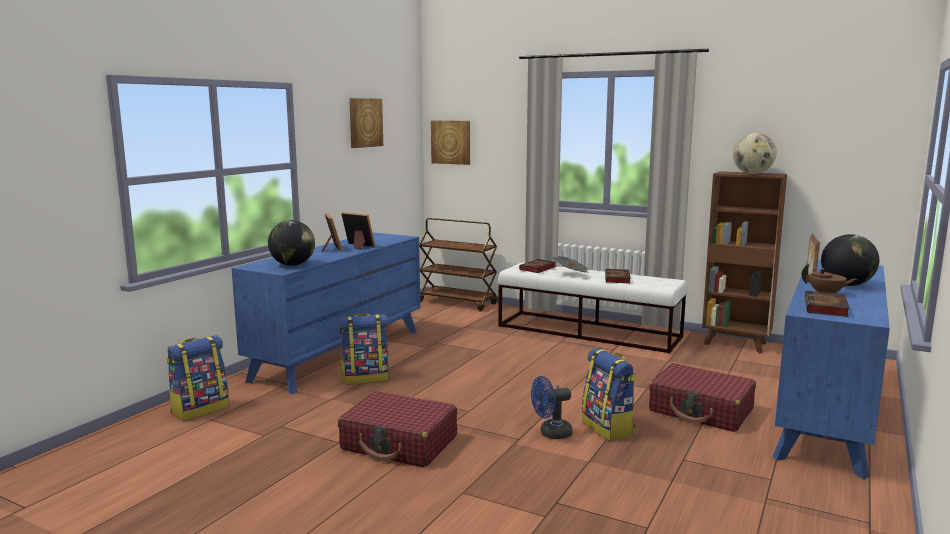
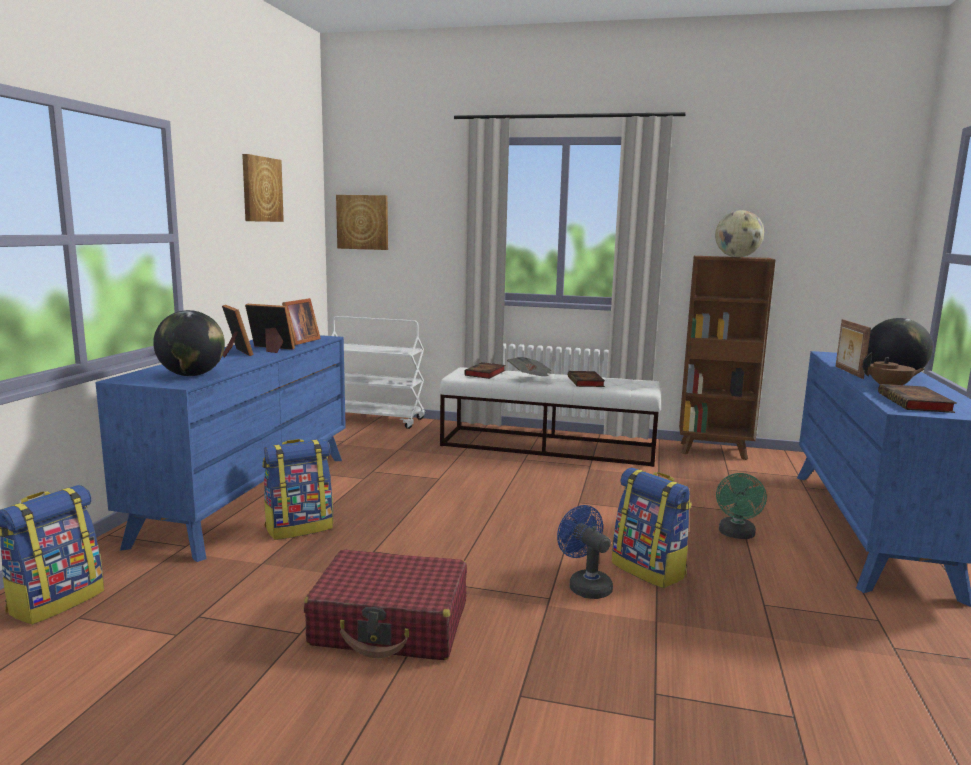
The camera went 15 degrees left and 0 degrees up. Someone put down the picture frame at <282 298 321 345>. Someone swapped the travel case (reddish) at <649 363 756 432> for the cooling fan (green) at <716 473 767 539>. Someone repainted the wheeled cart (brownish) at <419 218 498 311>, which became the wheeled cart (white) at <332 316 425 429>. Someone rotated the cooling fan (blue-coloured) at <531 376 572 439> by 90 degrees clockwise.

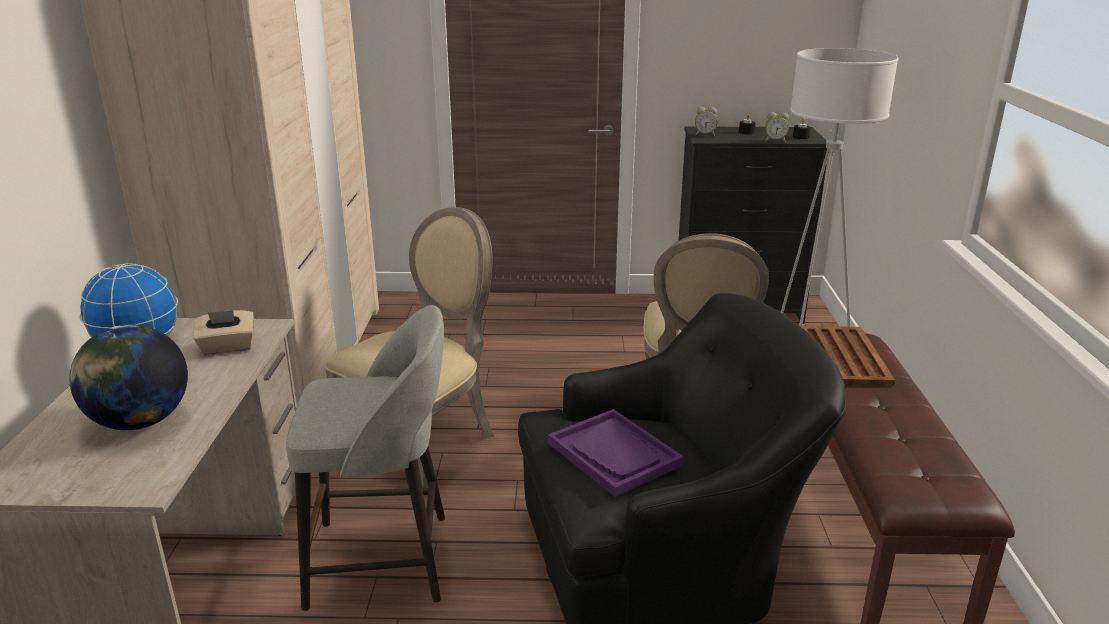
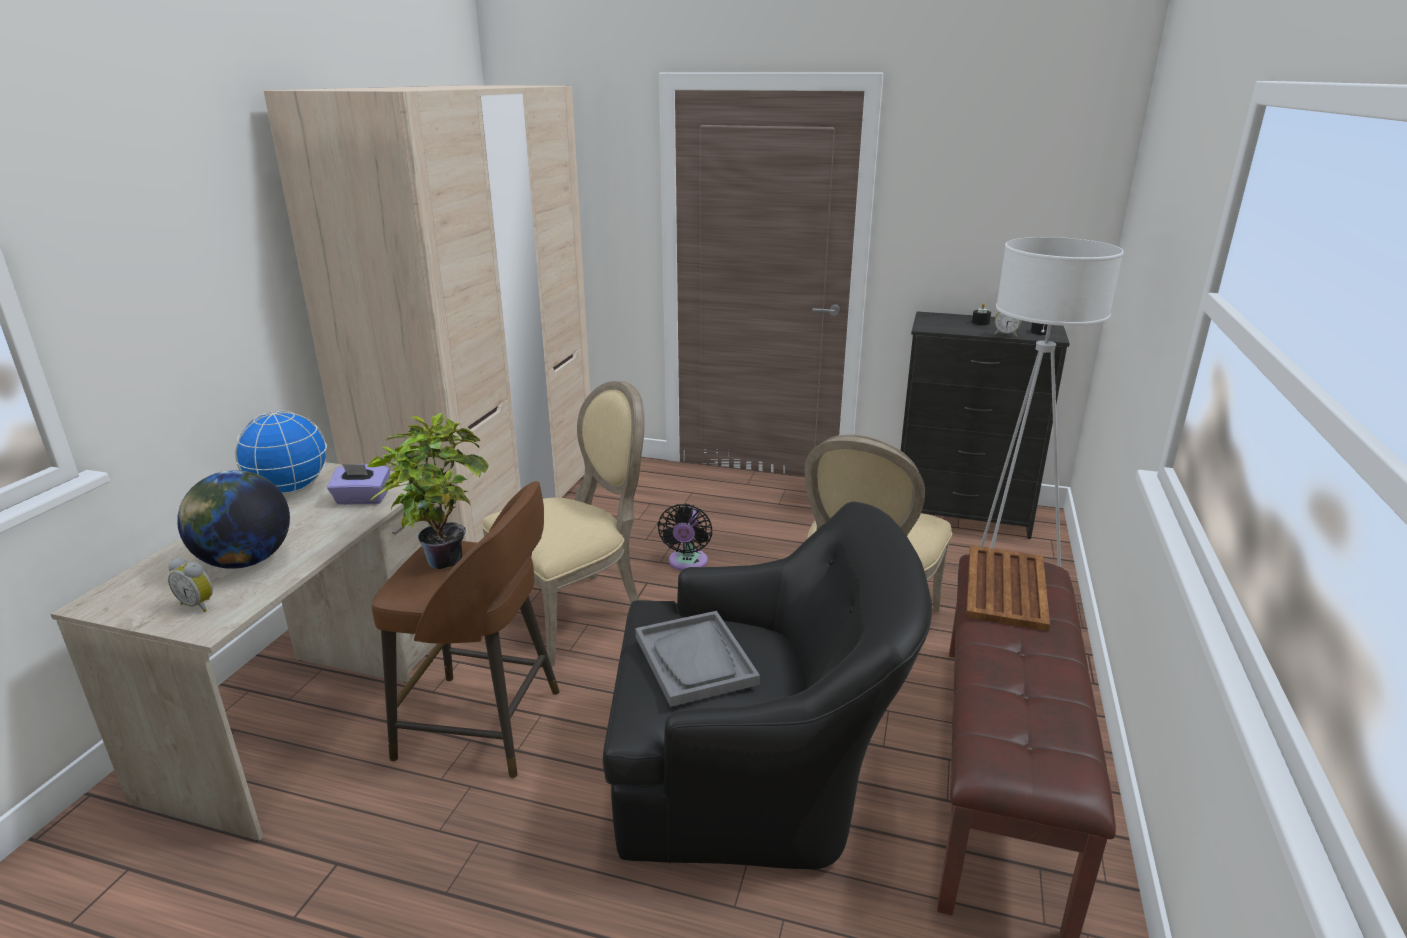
The camera went 15 degrees right and 0 degrees up. Someone put down the houseplant at <367 413 489 569>. Someone put down the cooling fan (black) at <657 504 712 571>. Someone carried the alarm clock from <695 107 717 136> to <168 558 213 612>. Someone repainted the box of tissues (beige) at <194 310 254 356>, which became the box of tissues (purplish) at <327 464 390 505>. Someone repainted the stool (greyish) at <286 305 445 611>, which became the stool (brownish) at <372 481 560 778>. Someone repainted the serving tray (purplish) at <548 409 683 497>, which became the serving tray (greyish) at <635 611 760 707>.

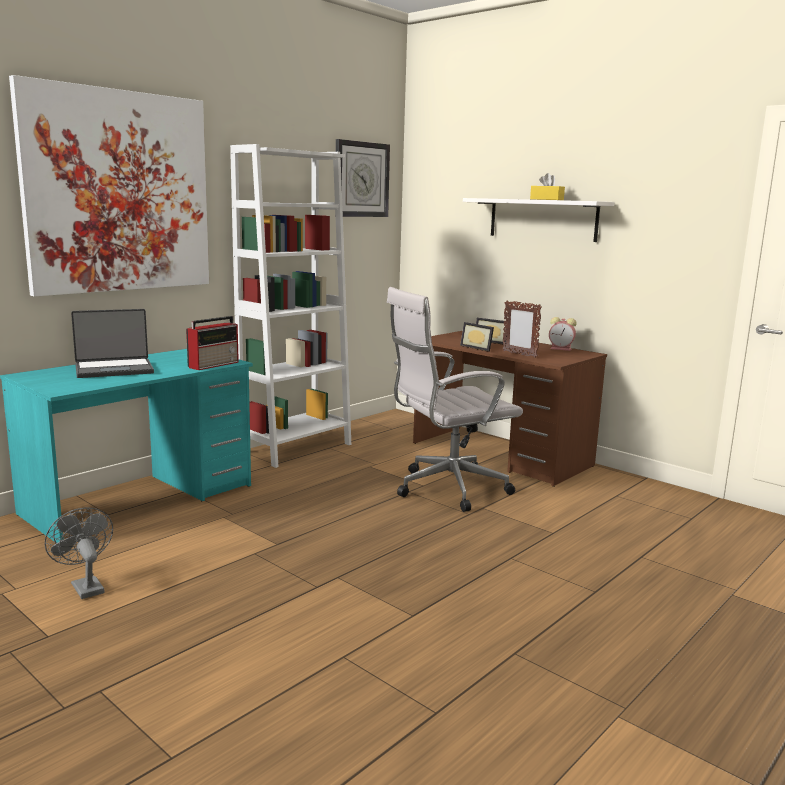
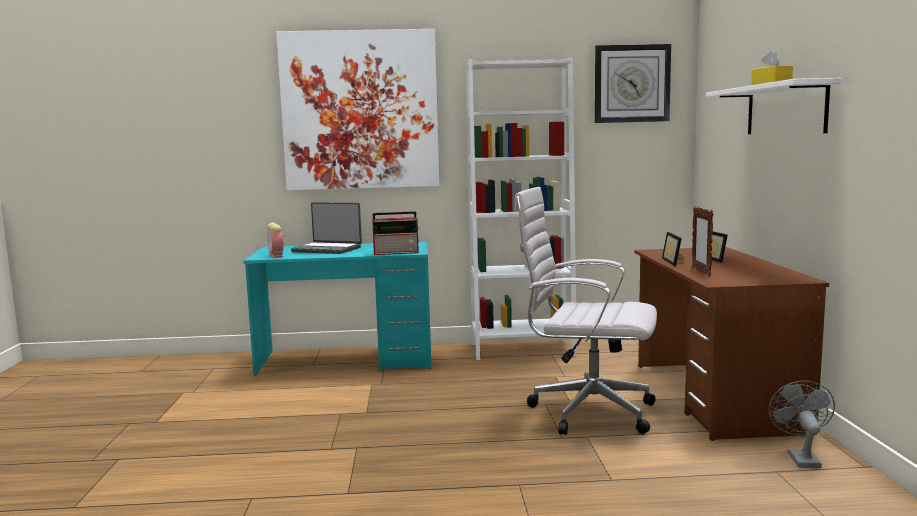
The camera went 45 degrees right and 5 degrees down. Someone carried the cooling fan (greyish) from <45 507 113 599> to <769 380 835 468>. Someone carried the alarm clock from <549 317 577 351> to <267 223 285 258>.

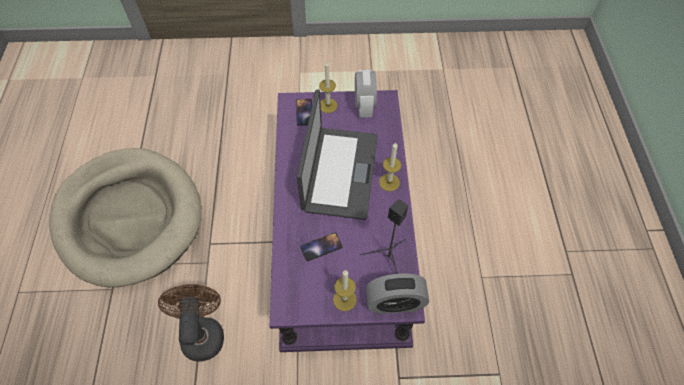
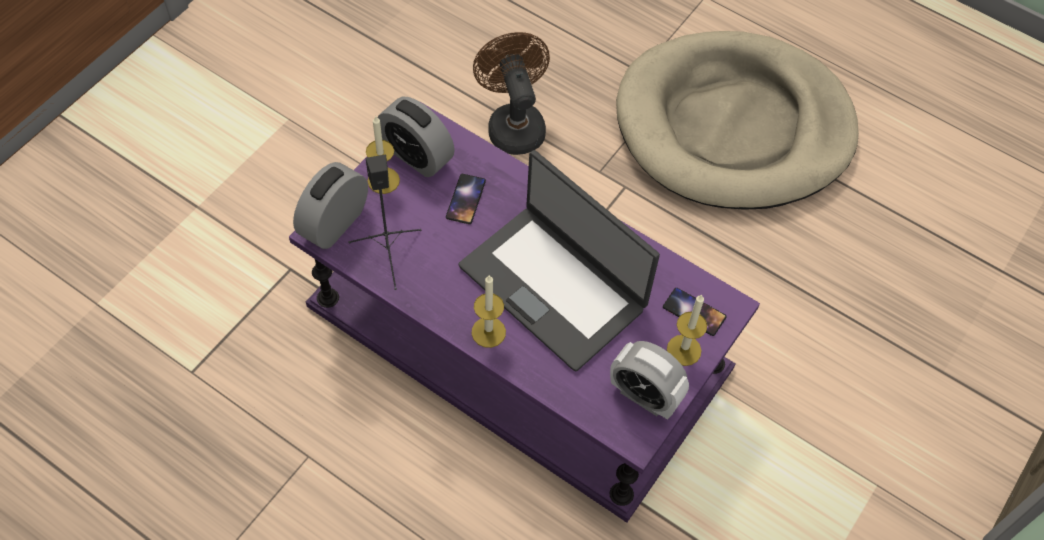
The camera went 125 degrees right and 0 degrees up. Someone put down the alarm clock at <377 97 455 177>. Someone rotated the cooling fan (brownish) at <158 284 224 362> by 135 degrees counterclockwise.

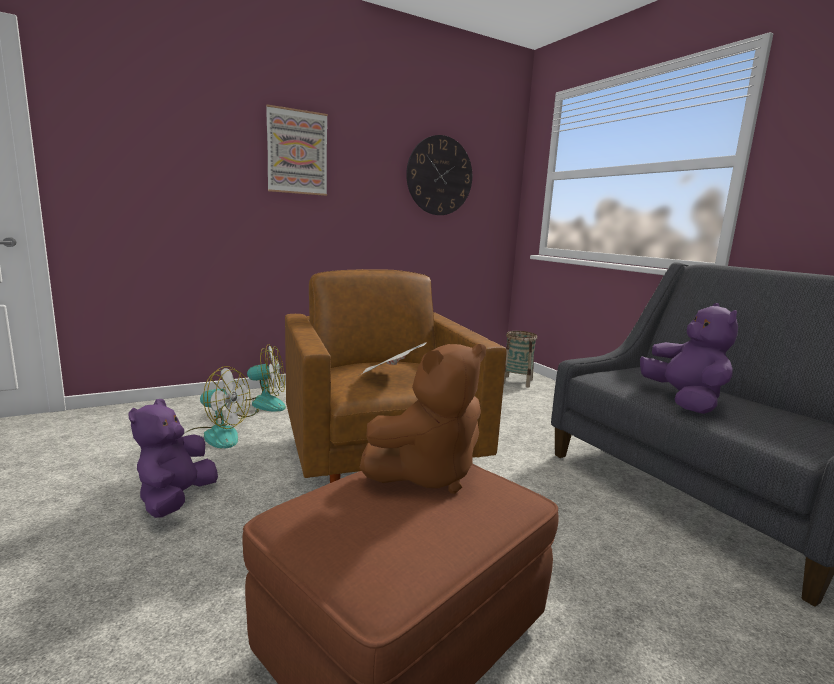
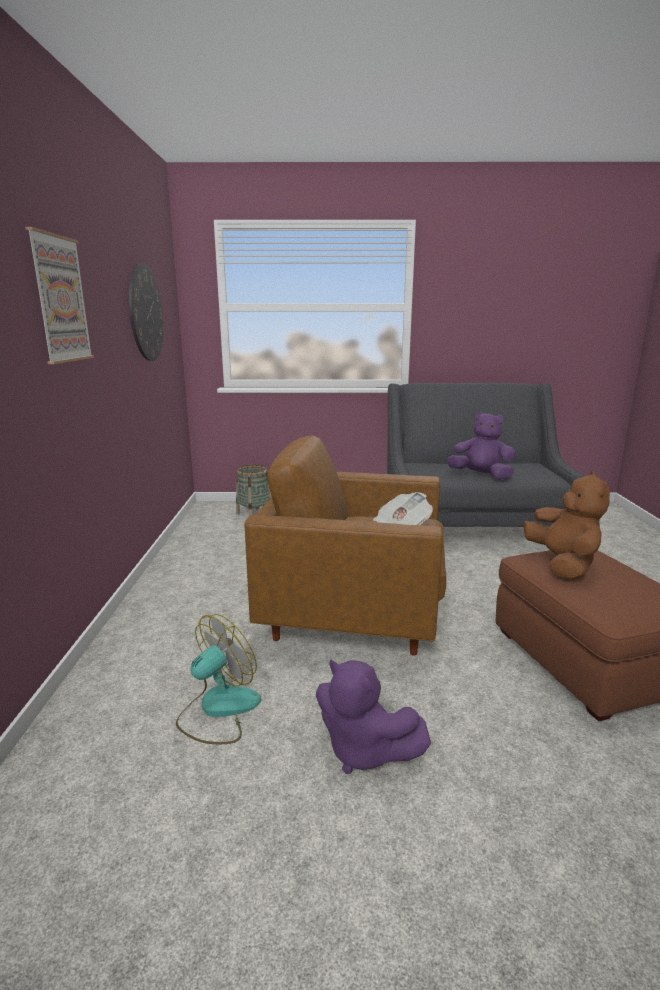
The camera went 60 degrees left and 5 degrees up. Someone took away the cooling fan at <235 344 286 417>.

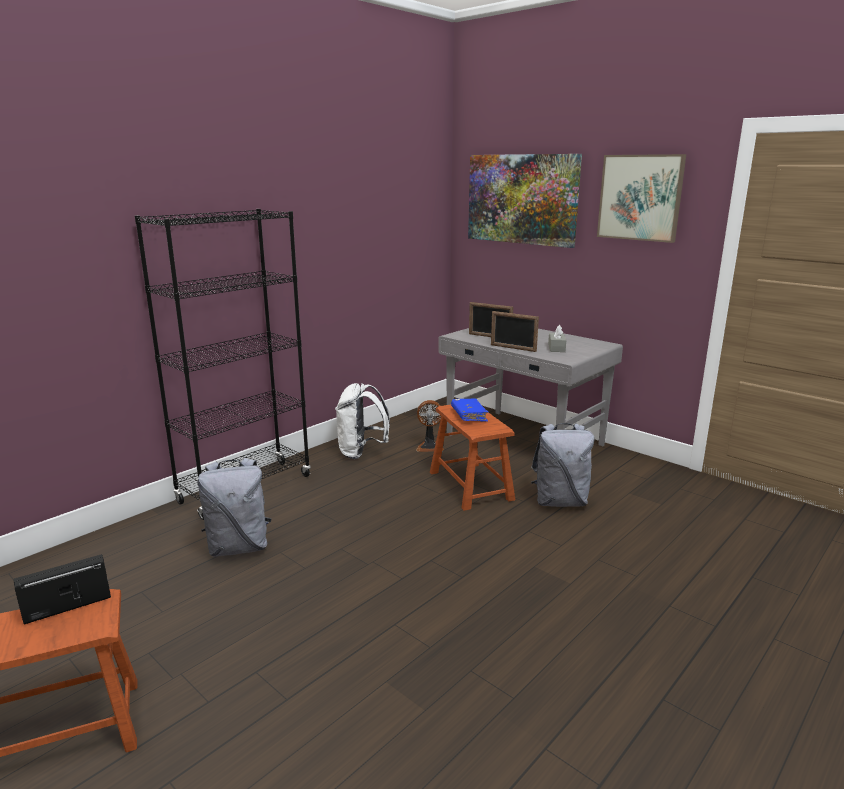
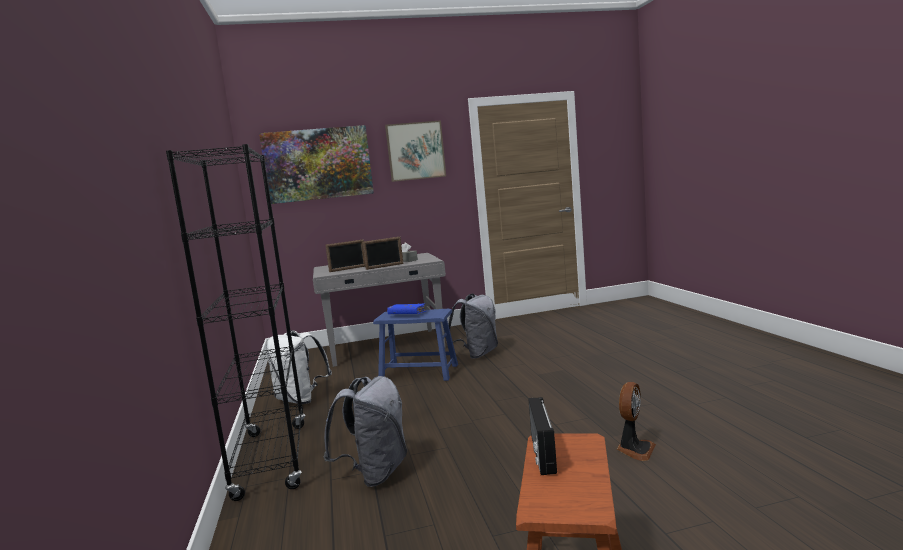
The camera went 55 degrees left and 10 degrees down. Someone carried the cooling fan from <416 400 444 452> to <617 382 656 461>. Someone repainted the stool (brownish) at <430 404 515 511>, which became the stool (blue-coloured) at <373 309 458 381>.

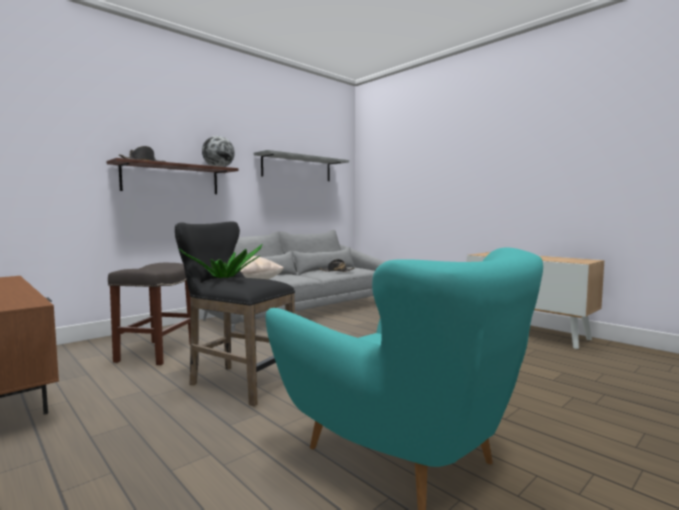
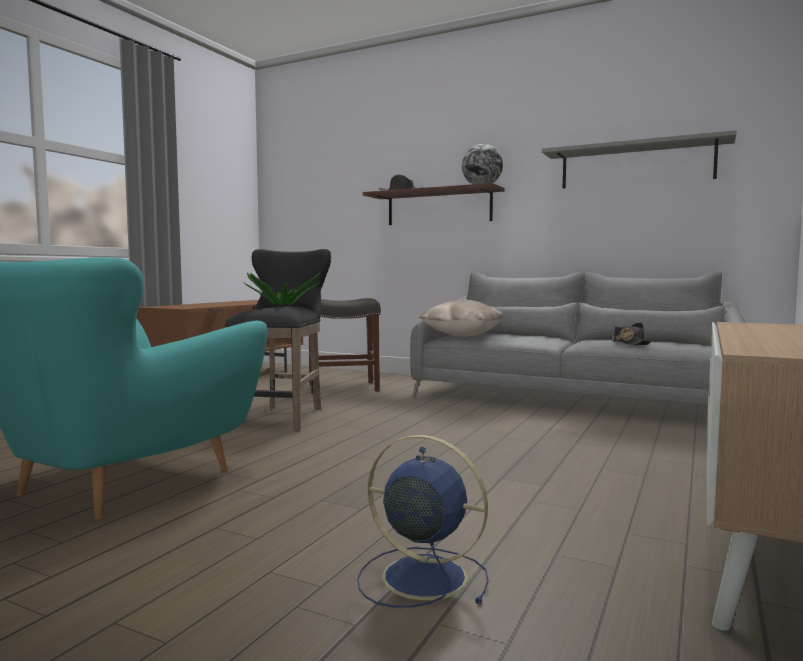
The camera went 70 degrees right and 0 degrees up. Someone put down the cooling fan (blue-coloured) at <357 435 489 607>.

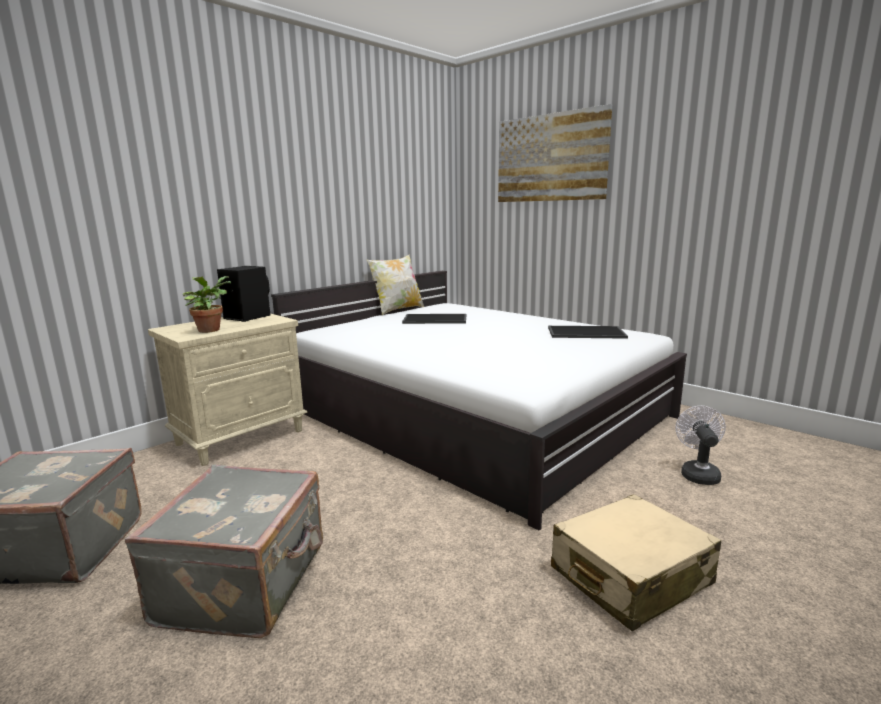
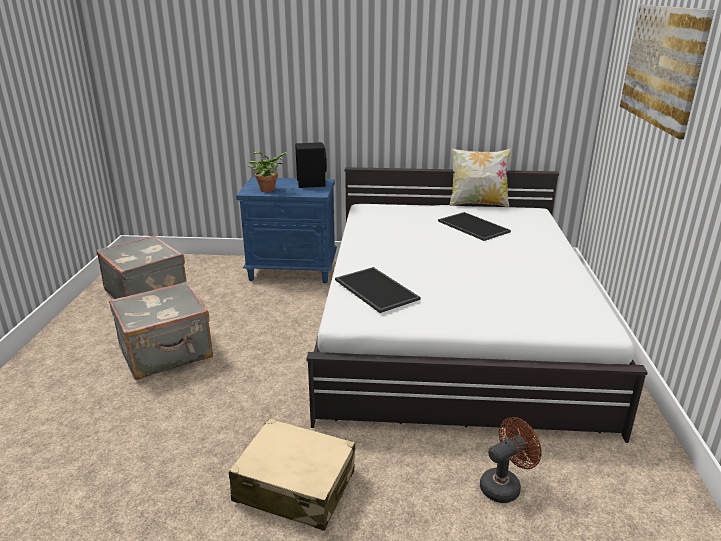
The camera went 50 degrees right and 10 degrees up. Someone carried the serving tray from <548 326 628 339> to <335 267 420 313>. Someone repainted the bedside table (beige) at <148 314 308 466>, which became the bedside table (blue-coloured) at <236 177 337 283>. Someone repainted the cooling fan (white) at <676 406 726 485>, which became the cooling fan (brownish) at <480 417 542 503>.

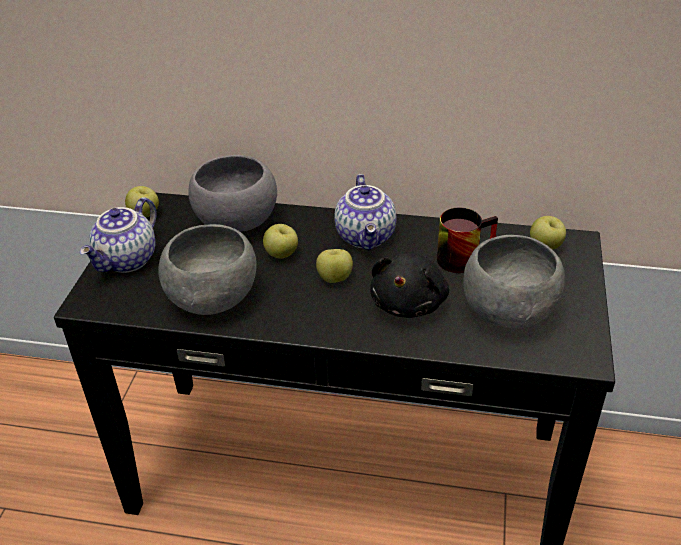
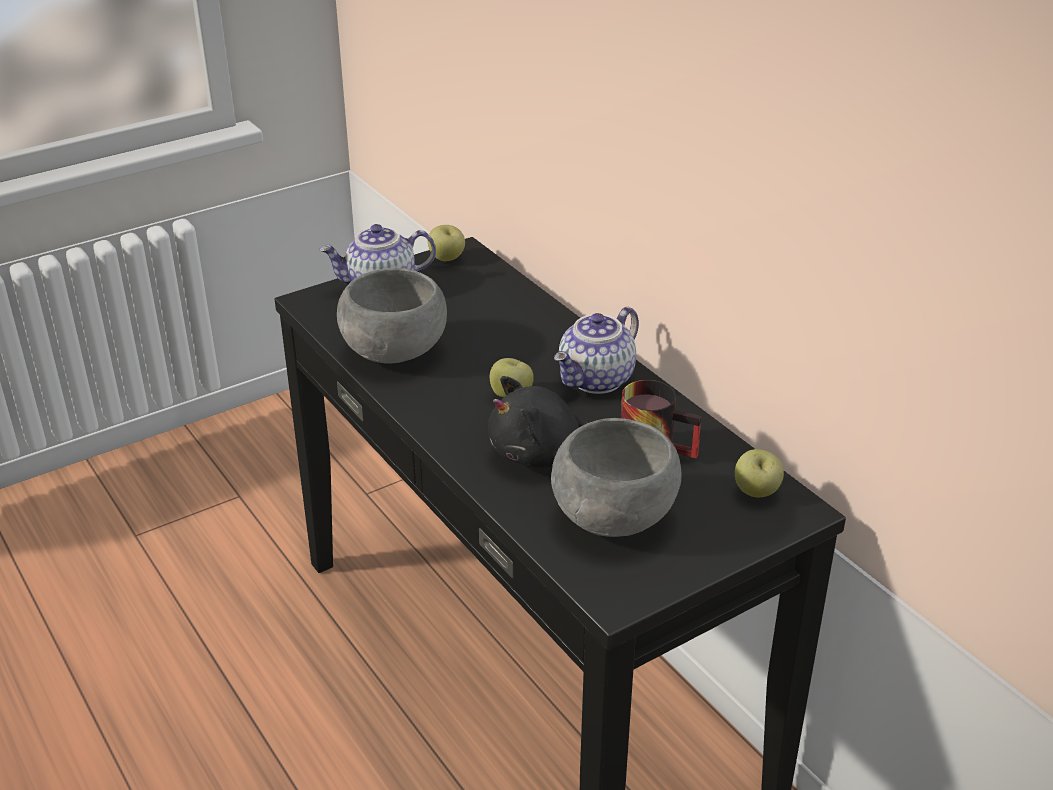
The camera went 45 degrees right and 5 degrees down. Someone took away the serving bowl (greyish) at <188 155 277 232>. Someone took away the apple at <263 224 298 259>.

